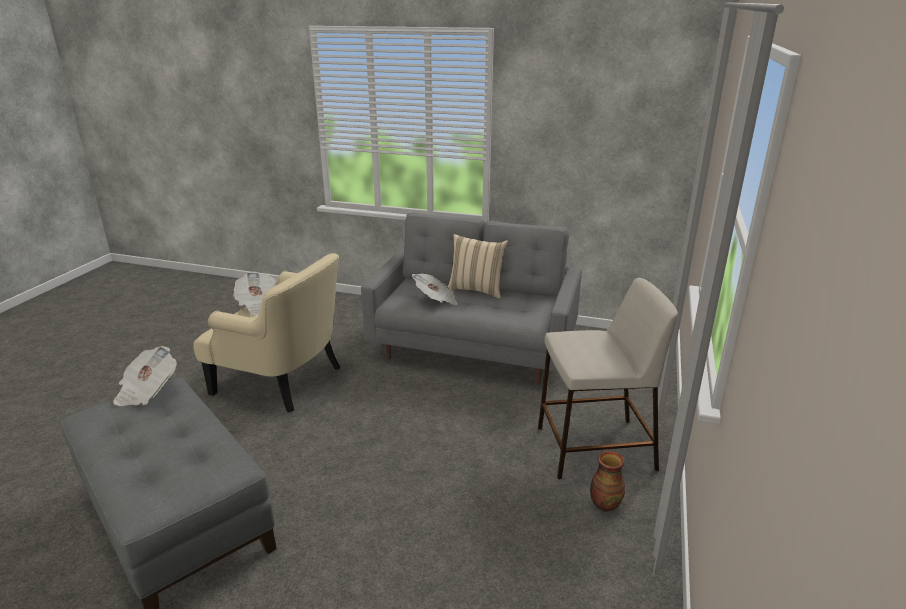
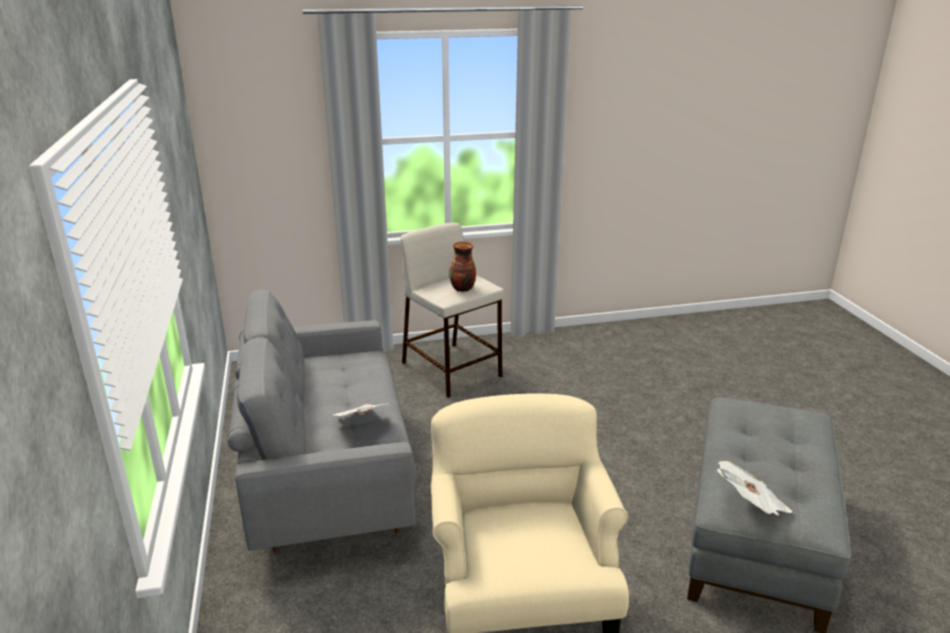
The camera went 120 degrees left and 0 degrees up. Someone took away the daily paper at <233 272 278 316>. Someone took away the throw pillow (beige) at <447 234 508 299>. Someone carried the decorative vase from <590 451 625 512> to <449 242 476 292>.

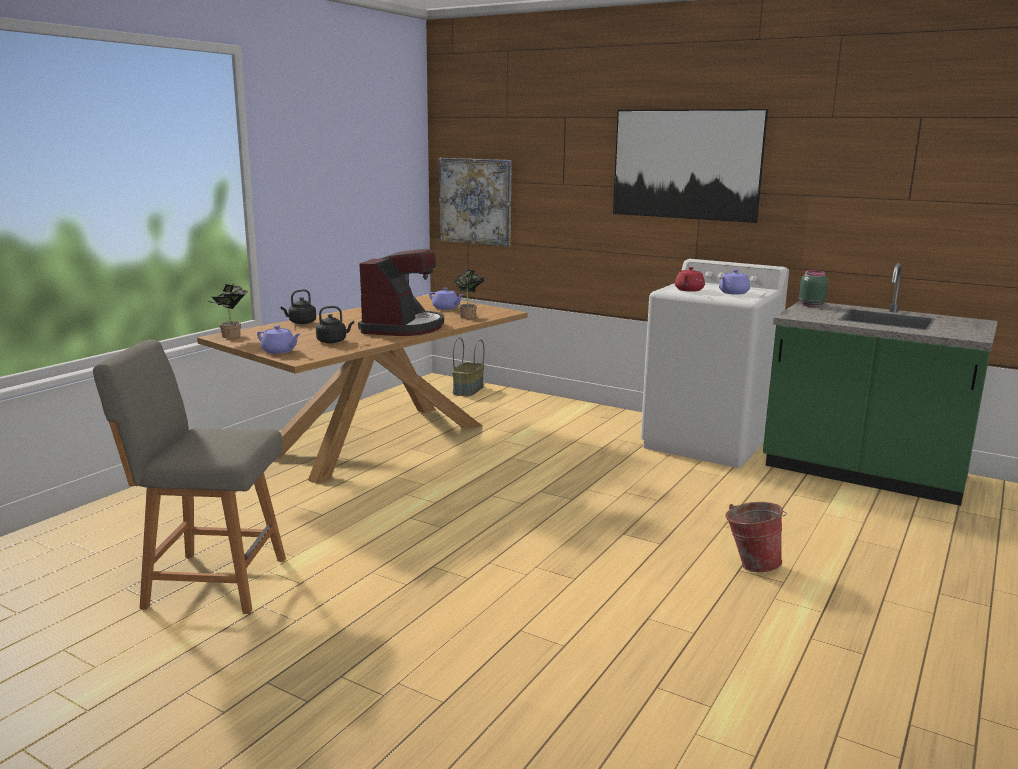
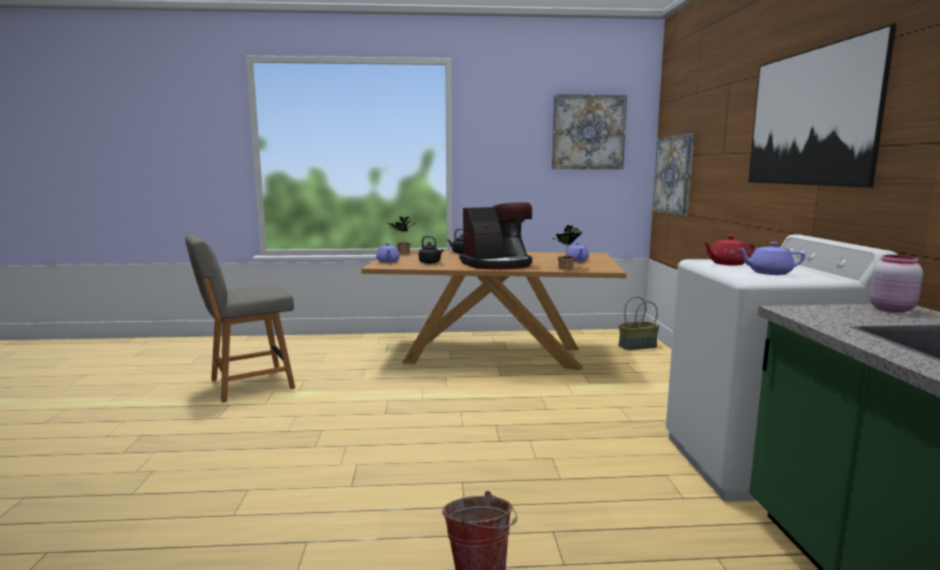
The camera went 55 degrees right and 5 degrees down. Someone put up the wall art at <552 94 627 169>. Someone repainted the storage jar (green) at <799 270 828 307>, which became the storage jar (pinkish) at <870 255 923 312>. Someone rotated the plain chair (greyish) at <93 340 286 614> by 90 degrees counterclockwise.

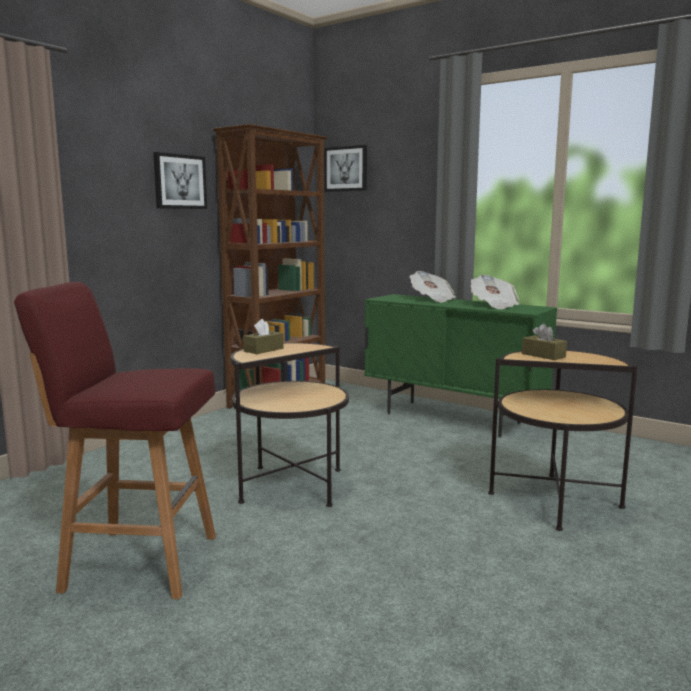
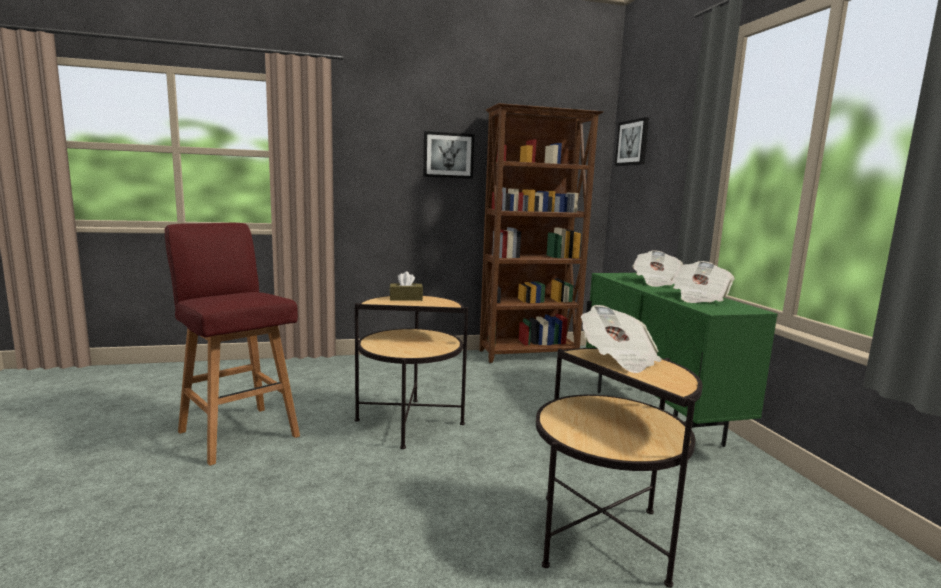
The camera went 40 degrees right and 0 degrees up. Someone swapped the box of tissues (brownish) at <522 323 567 360> for the daily paper at <581 305 662 373>.

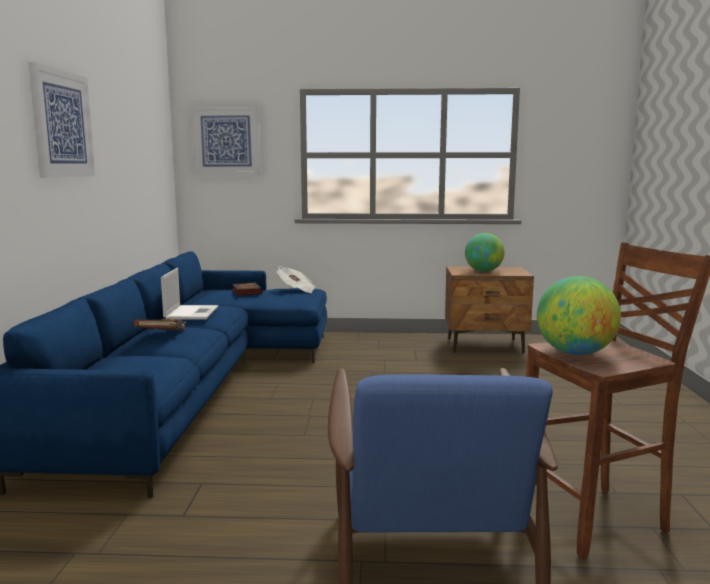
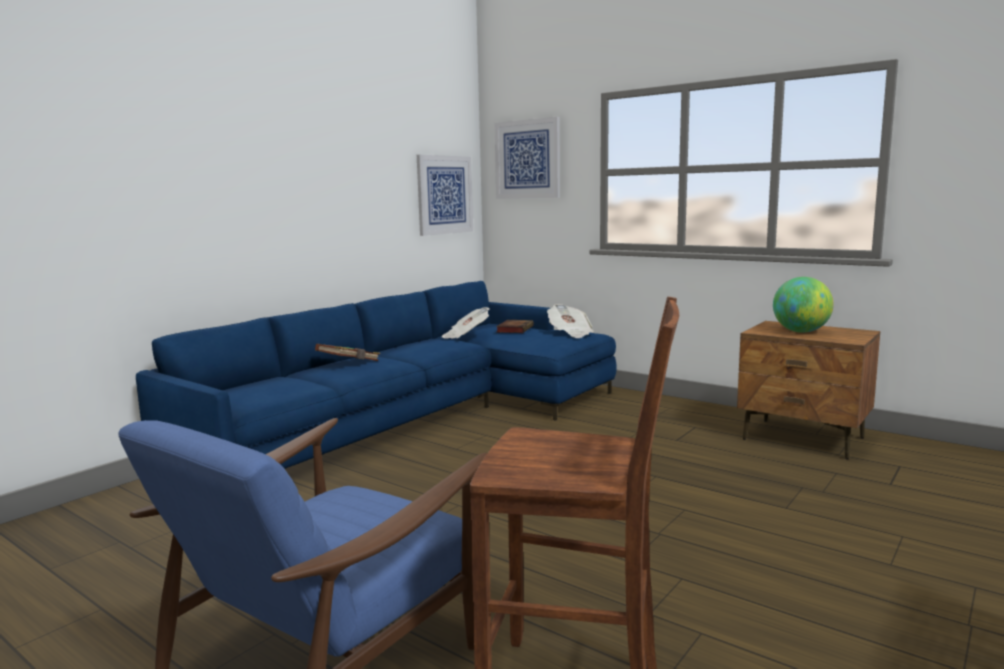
The camera went 35 degrees right and 0 degrees up. Someone took away the notebook computer at <161 268 218 319>. Someone took away the globe at <537 276 621 355>. Someone put down the daily paper at <442 307 490 339>. Someone carried the wall art from <28 62 95 178> to <417 155 473 236>.

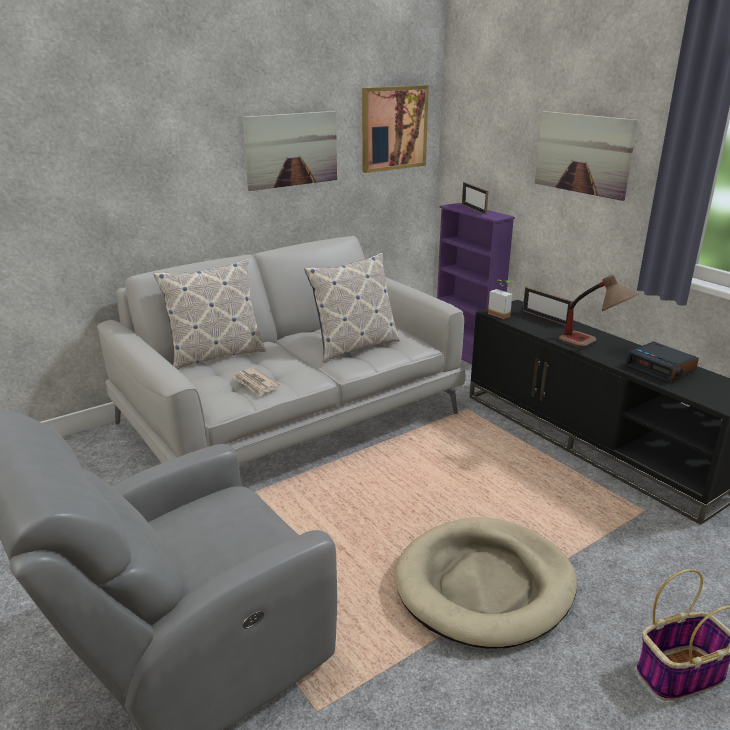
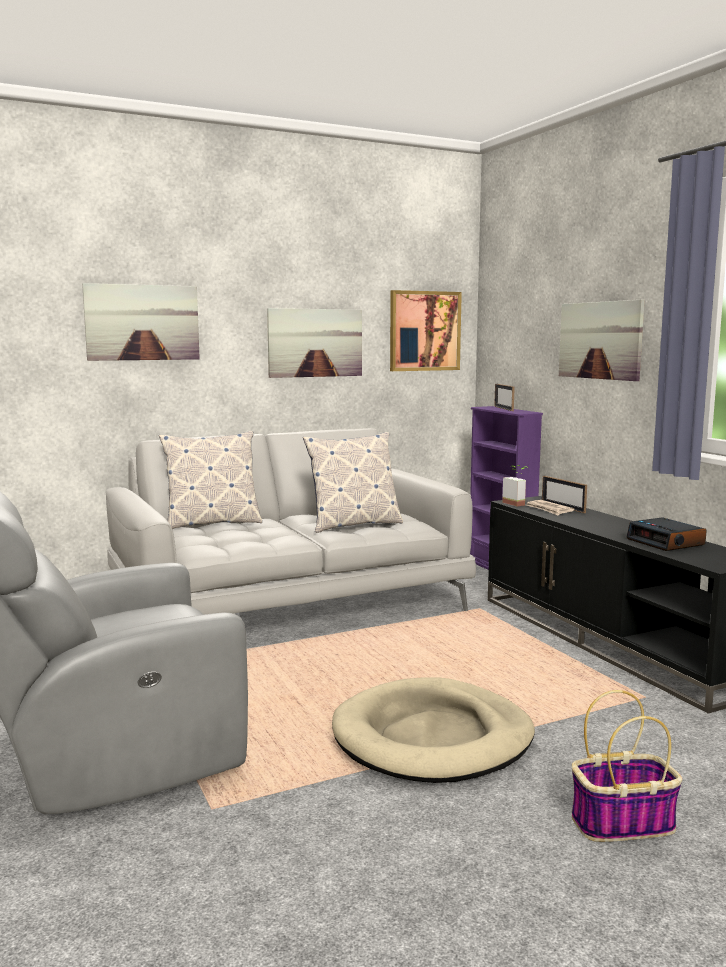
The camera went 10 degrees right and 15 degrees down. Someone took away the table lamp at <559 275 639 348>. Someone put up the wall art at <82 283 200 361>. Someone carried the daily paper from <233 368 280 396> to <527 500 574 515>.

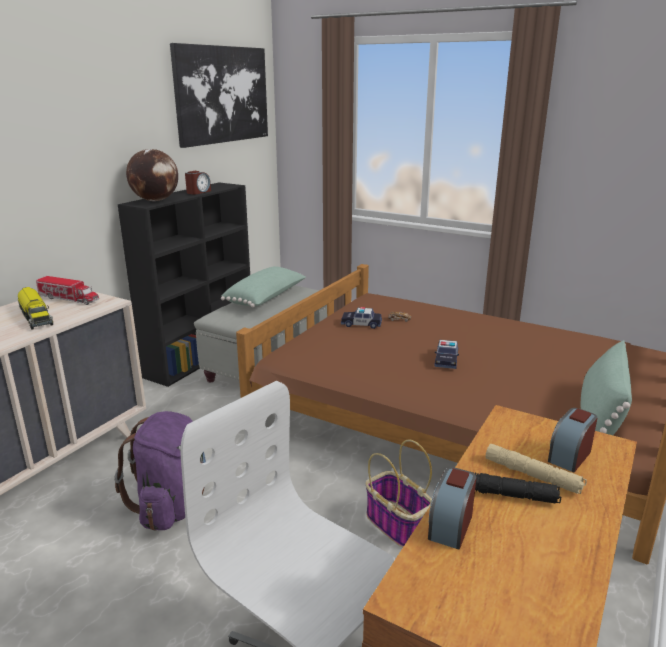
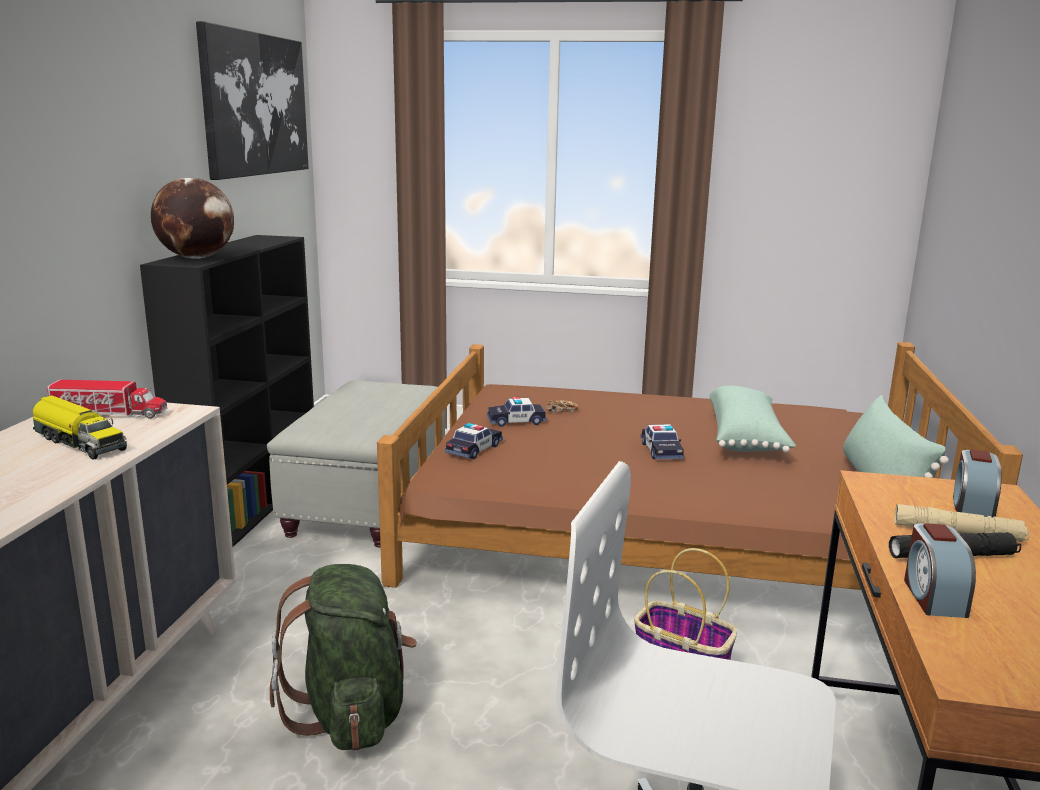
The camera went 20 degrees left and 5 degrees down. Someone took away the alarm clock at <185 171 211 195>. Someone put down the miniature car at <445 423 503 459>. Someone carried the throw pillow (green) from <221 266 306 307> to <709 386 796 453>. Someone repainted the rucksack (purplish) at <114 411 206 531>, which became the rucksack (green) at <270 564 417 751>.

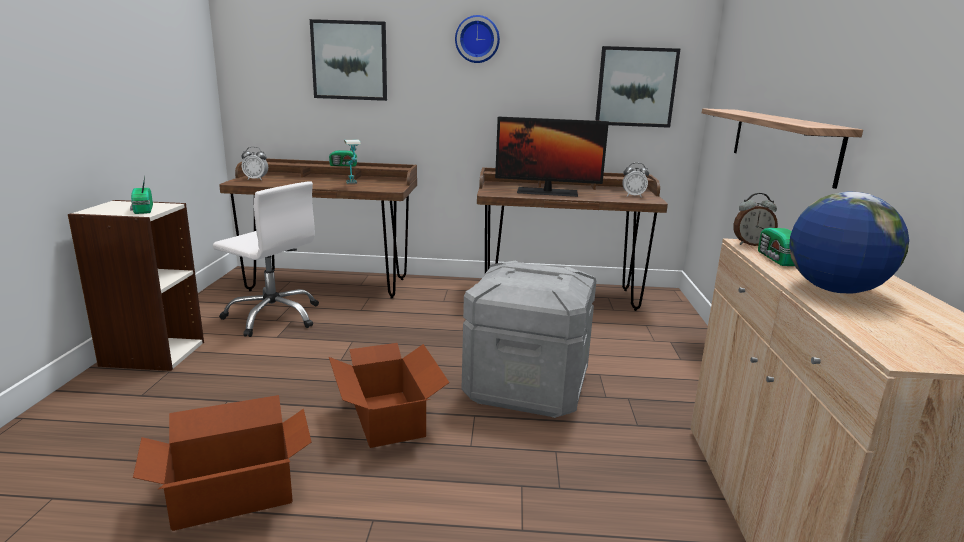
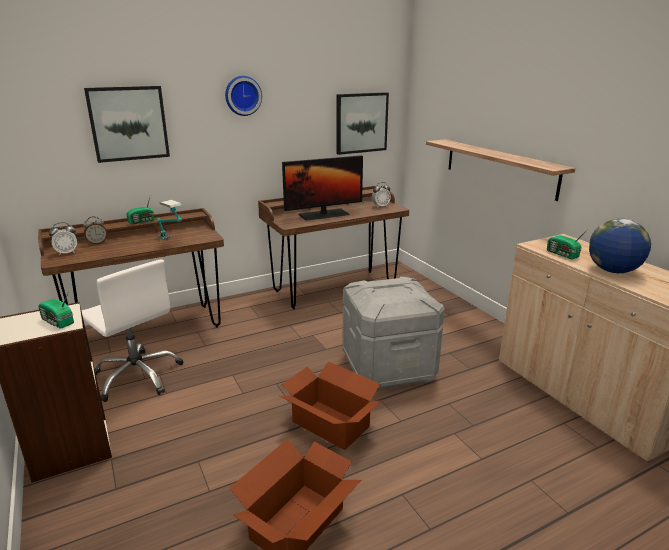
The camera went 30 degrees left and 5 degrees up. Someone carried the alarm clock from <733 193 778 246> to <83 216 107 245>. Someone rotated the office chair (white) at <213 182 319 337> by 45 degrees clockwise.

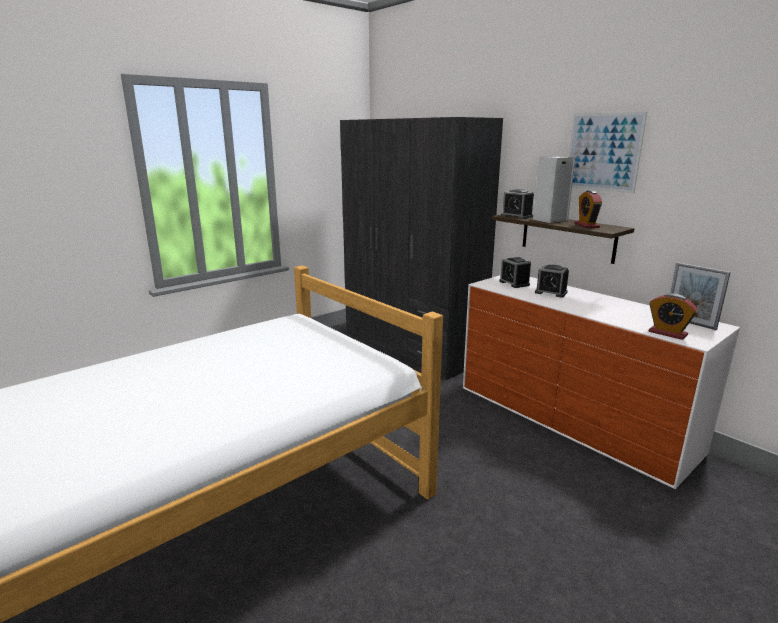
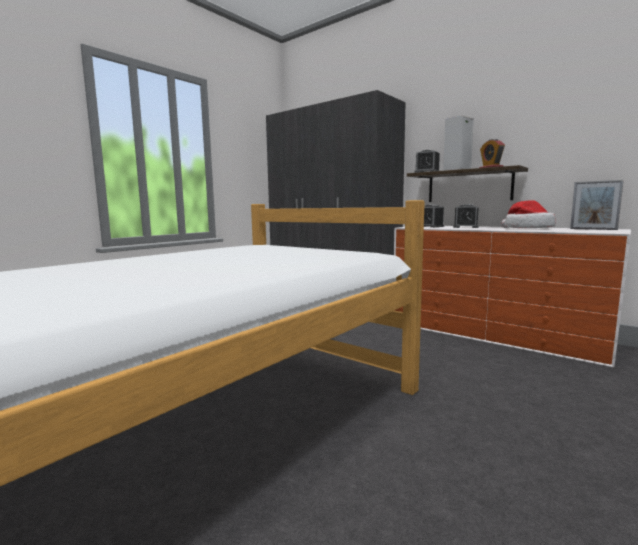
The camera went 10 degrees left and 10 degrees down. Someone took away the wall art at <569 112 647 193>. Someone took away the alarm clock at <649 293 698 340>. Someone put down the wearable hat at <501 200 556 228>.

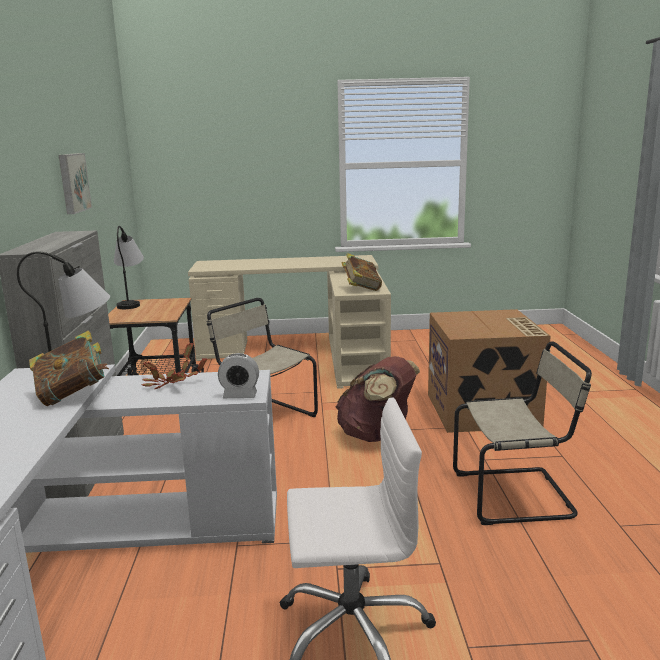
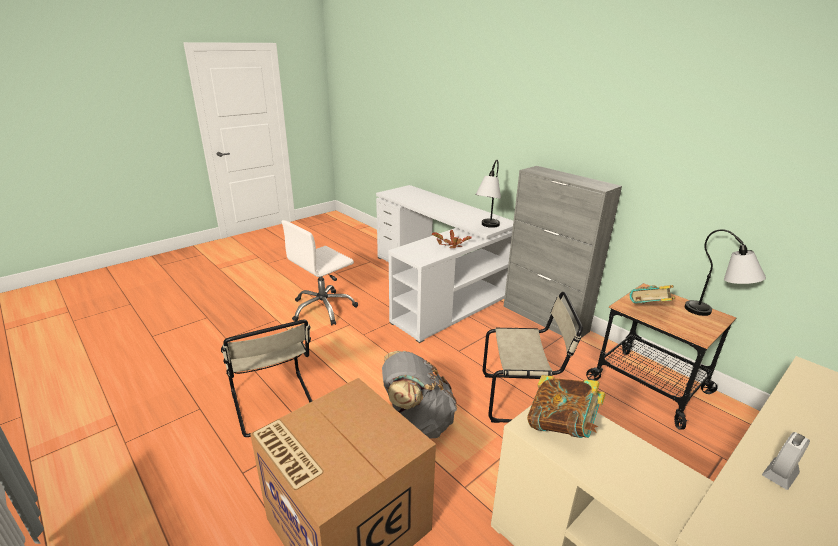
The camera went 140 degrees right and 10 degrees up. Someone took away the wall art at <59 153 92 214>. Someone carried the volume from <29 331 109 406> to <629 285 675 304>. Someone carried the alarm clock from <218 353 259 398> to <762 432 810 490>. Someone repainted the rucksack (brownish) at <336 356 420 442>, which became the rucksack (greyish) at <382 351 457 438>. Someone rotated the plain chair (beige) at <453 342 592 525> by 75 degrees counterclockwise.

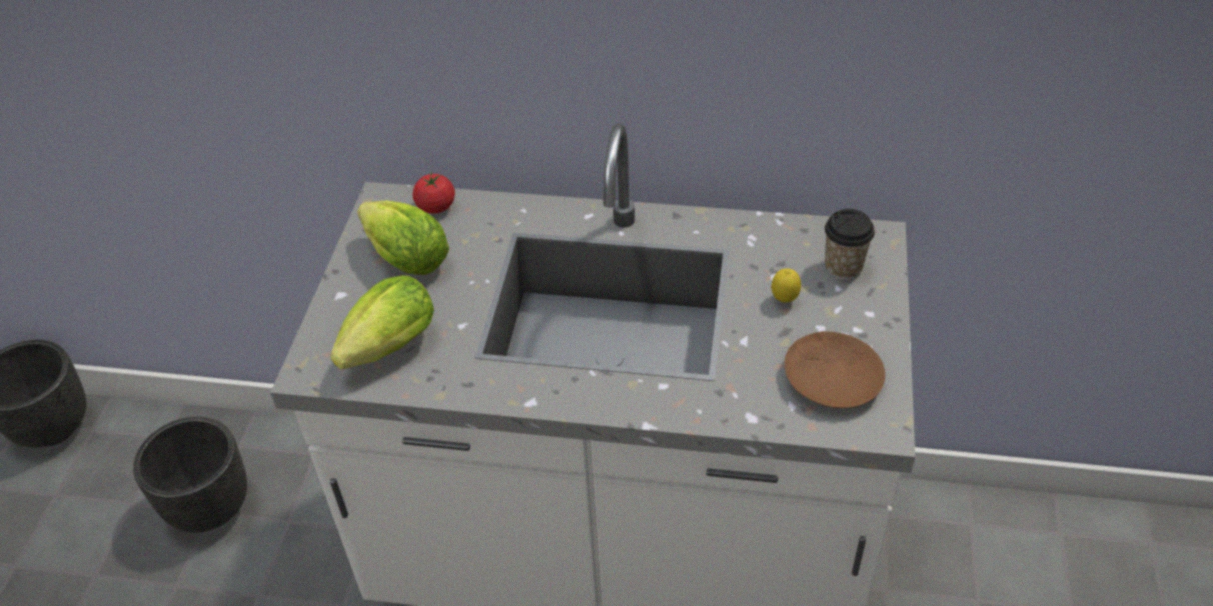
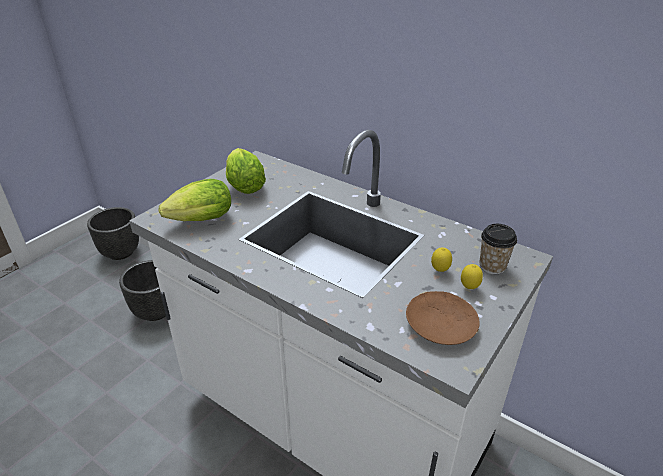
The camera went 25 degrees right and 10 degrees down. Someone took away the tomato at <413 172 455 214>. Someone put down the citrus fruit at <461 264 483 289>.

